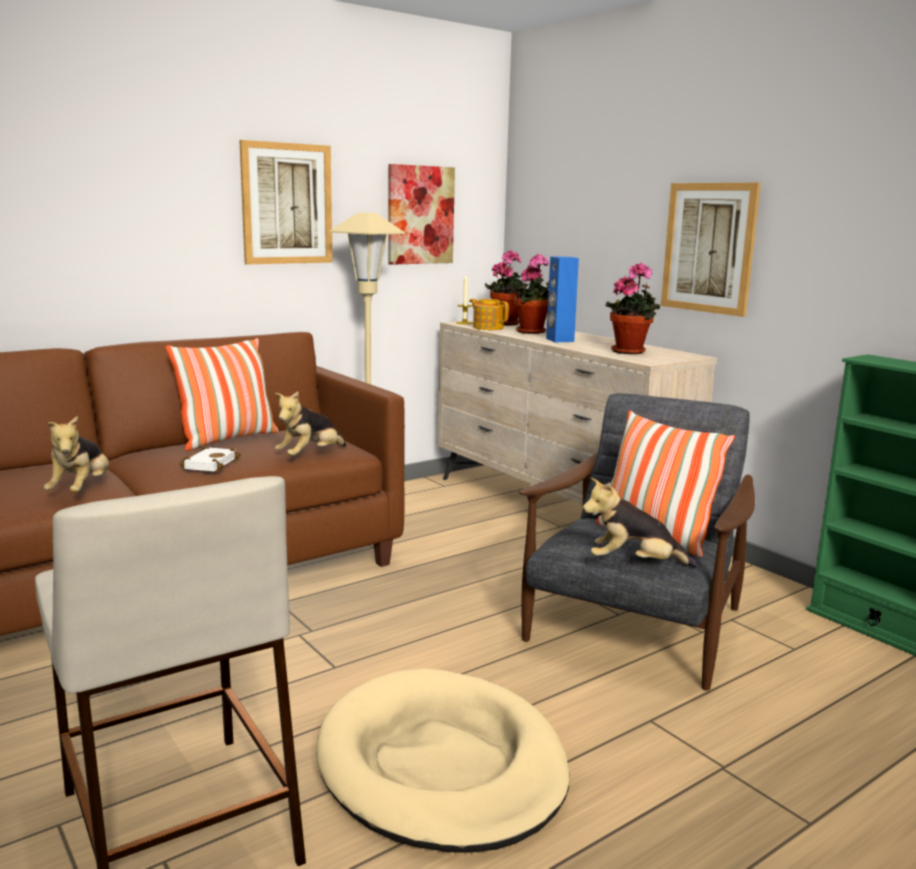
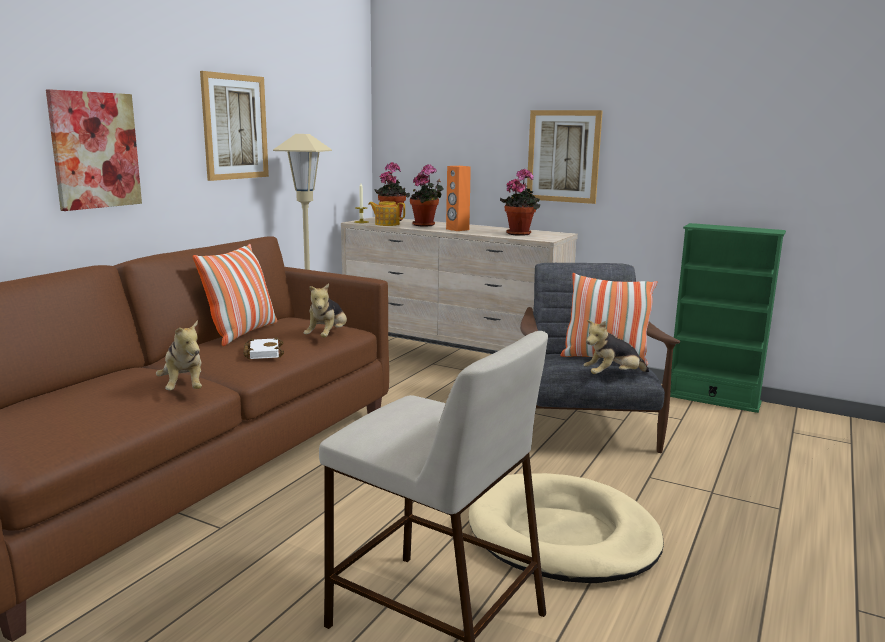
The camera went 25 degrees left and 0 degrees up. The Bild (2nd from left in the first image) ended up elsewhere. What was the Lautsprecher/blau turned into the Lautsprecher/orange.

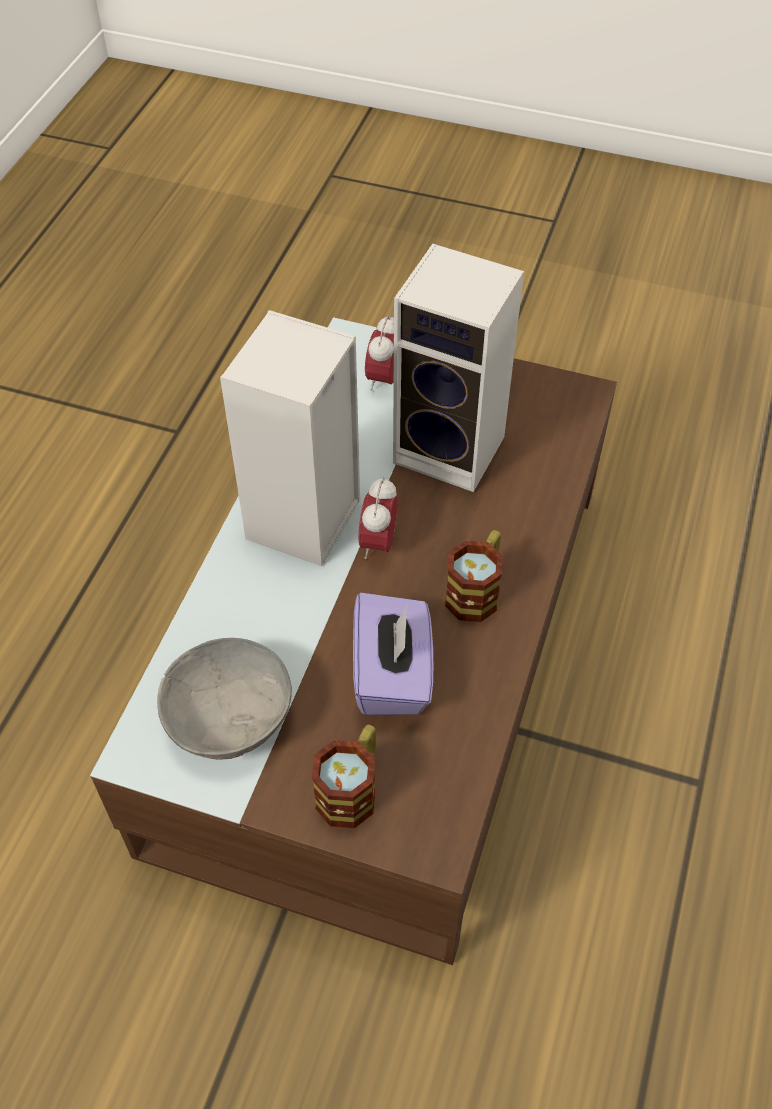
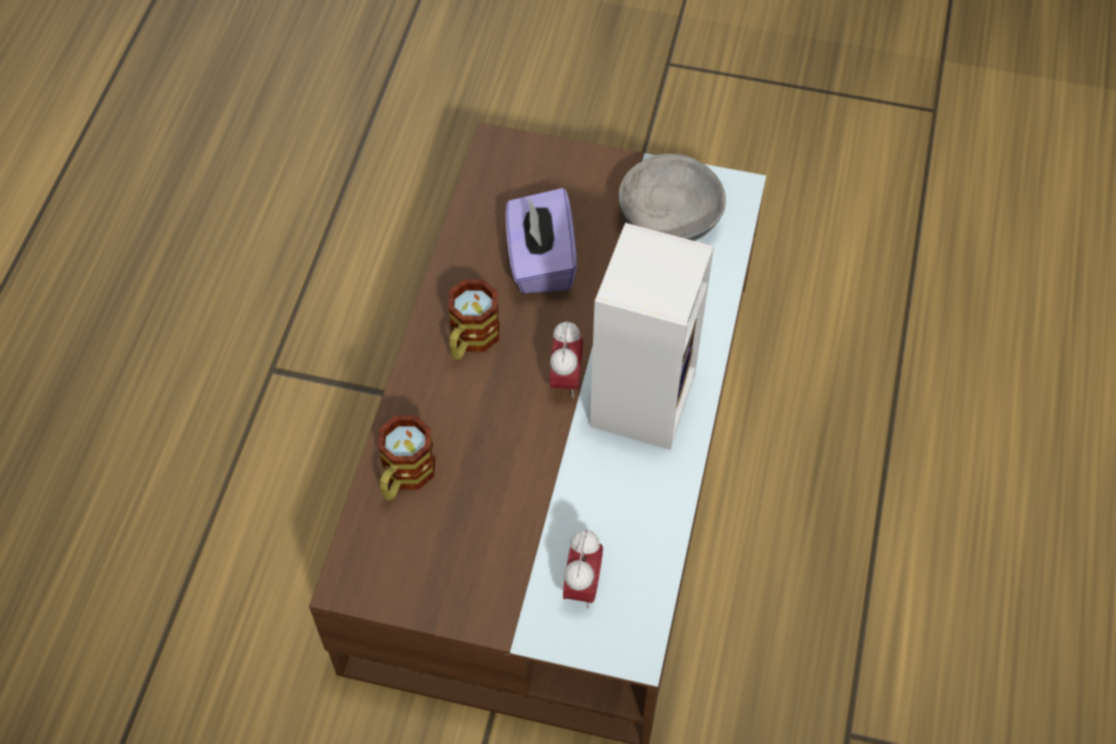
The camera went 175 degrees right and 5 degrees up. The second view lost the Lautsprecher (2nd from left). The Henkelbecher (1st from left) ended up elsewhere.

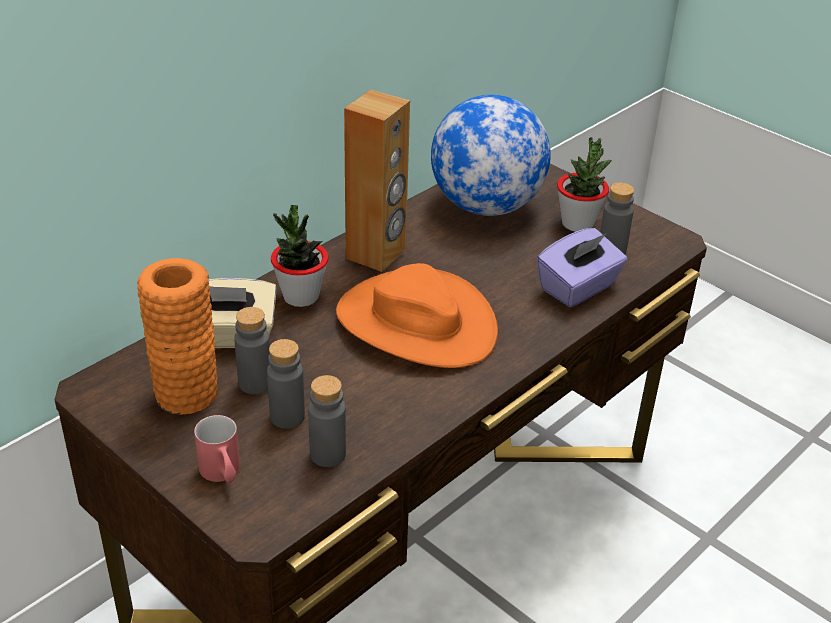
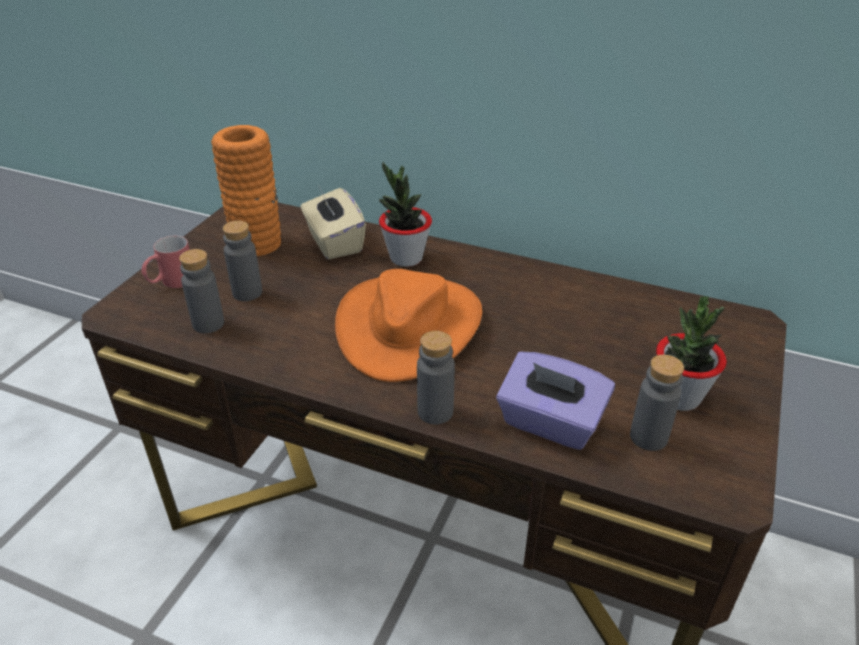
The camera went 70 degrees right and 0 degrees up. The second view lost the Lautsprecher/braun. The second view lost the Globus. The Flasche/grau (1st from left in the first image) ended up elsewhere.

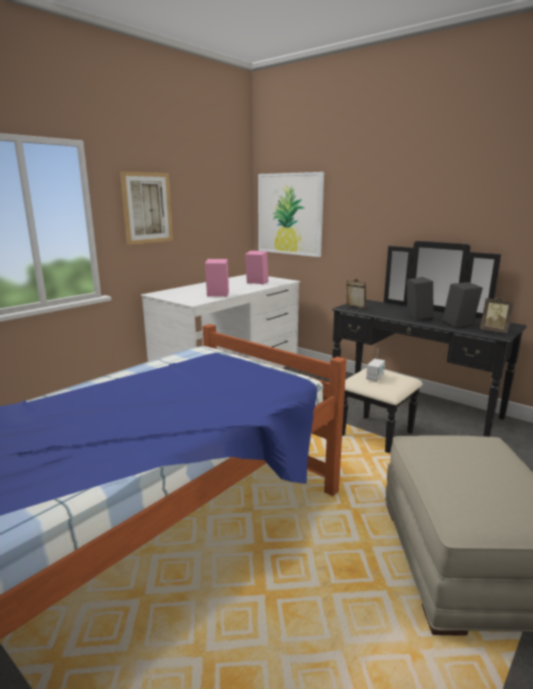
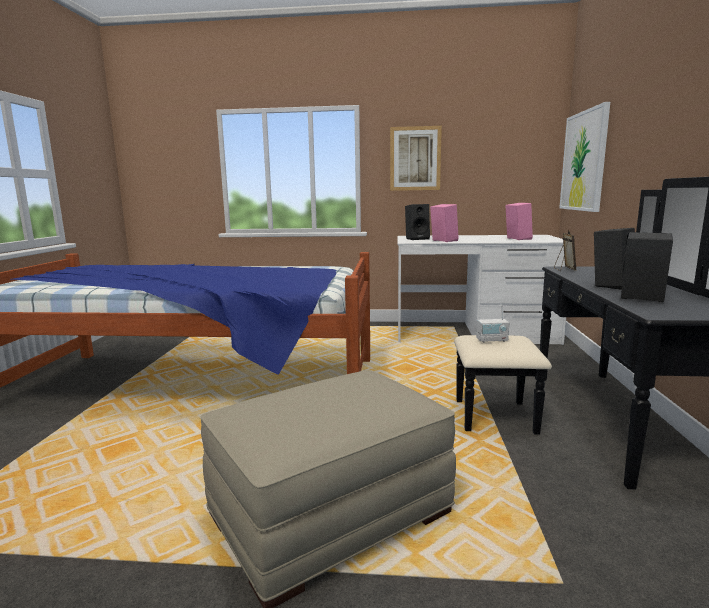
The camera went 55 degrees right and 5 degrees down. The second view lost the Bilderrahmen (2nd from left). The second view gained the Lautsprecher/schwarz (1st from left).

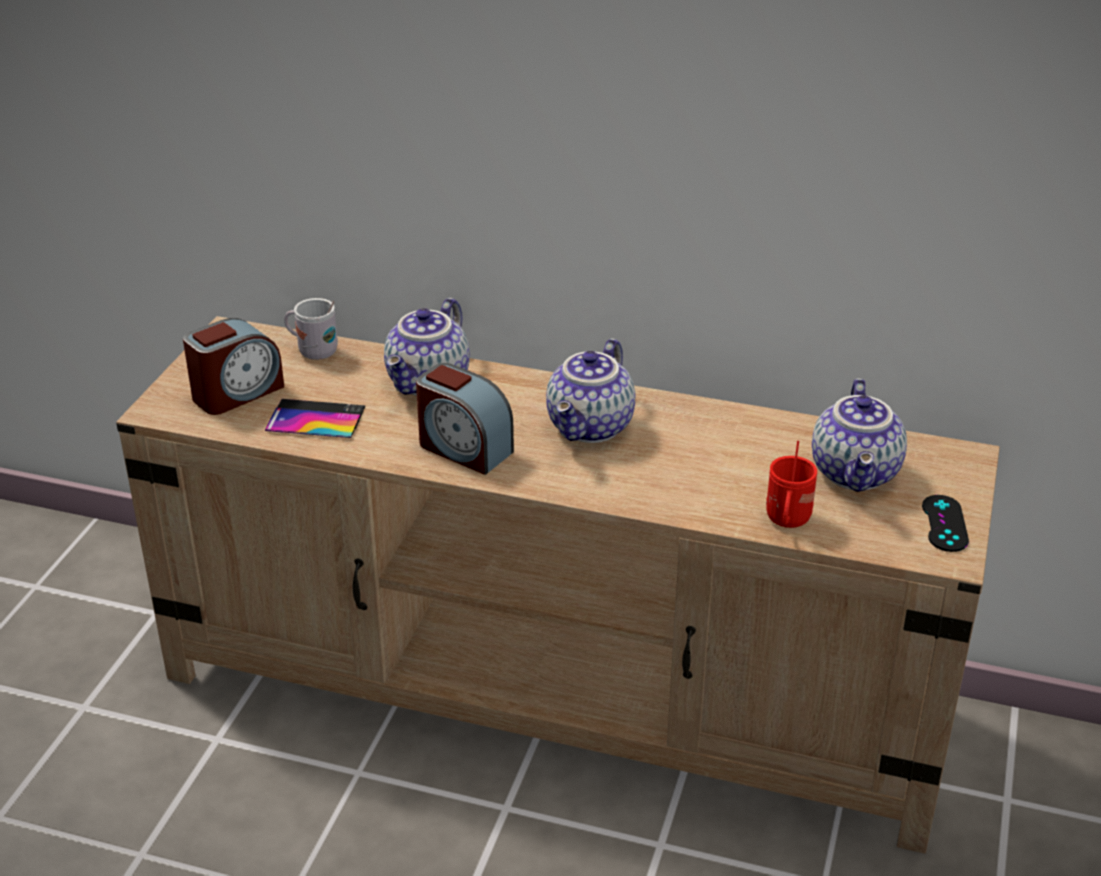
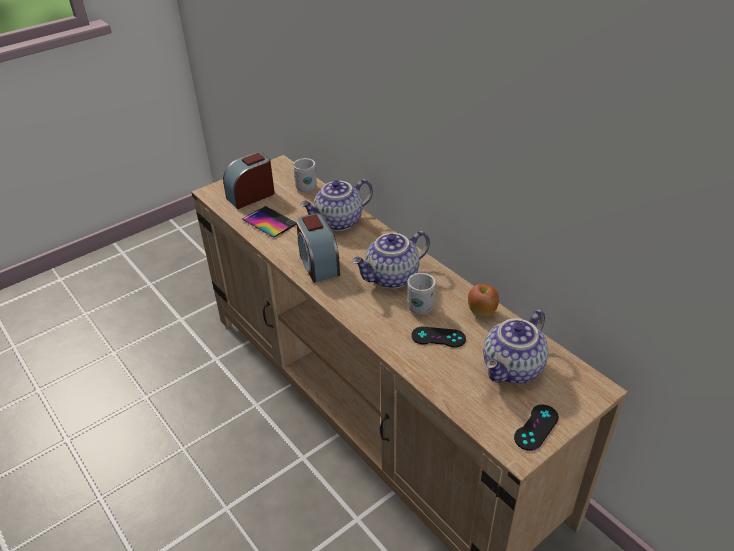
The camera went 35 degrees right and 5 degrees up. The Wecker (1st from left) ended up facing another way, 150 degrees clockwise from before. The second view lost the Henkelbecher/rot. The second view gained the Henkelbecher/weiß (2nd from left). The second view gained the Apfel. The second view gained the Gamepad/schwarz (1st from left).

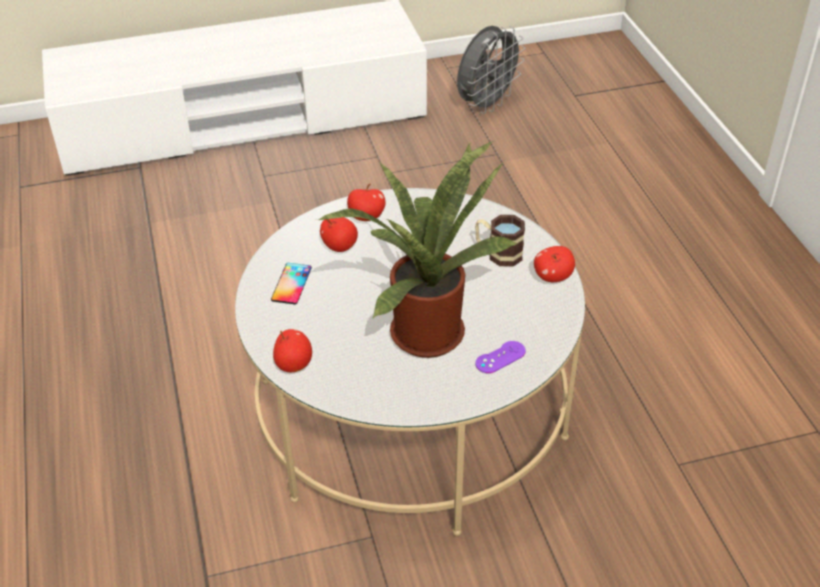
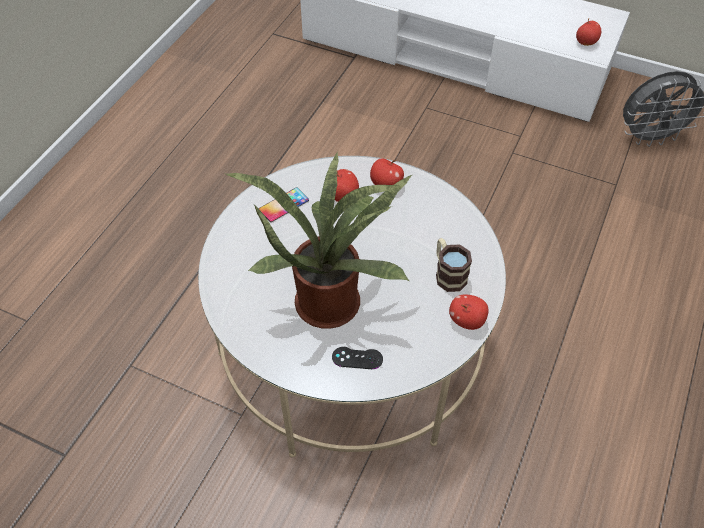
The camera went 40 degrees right and 10 degrees up. The Apfel (1st from left in the first image) ended up elsewhere. What was the Gamepad/lila turned into the Gamepad/schwarz.

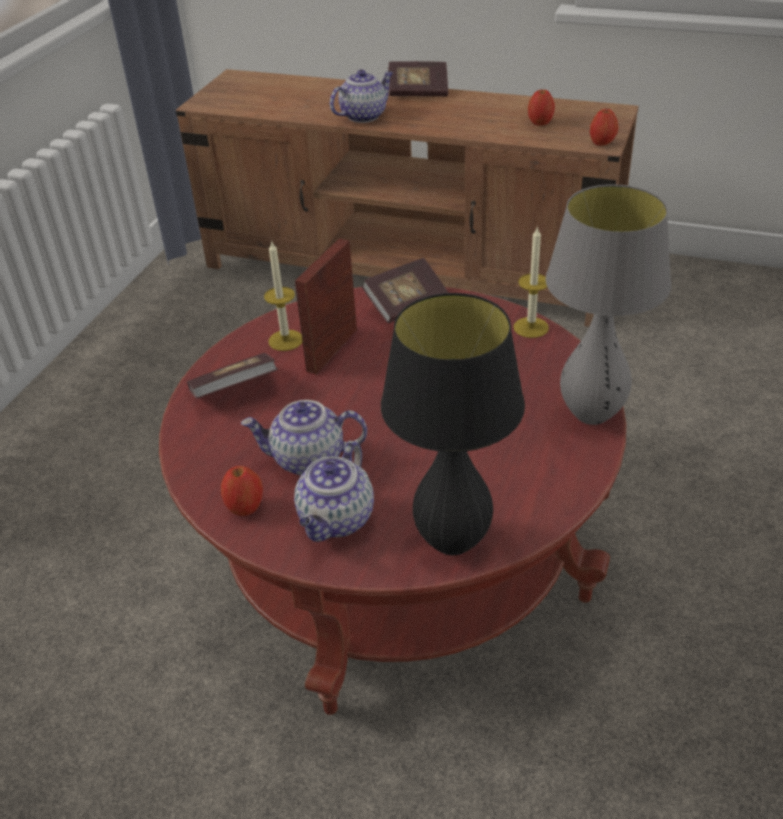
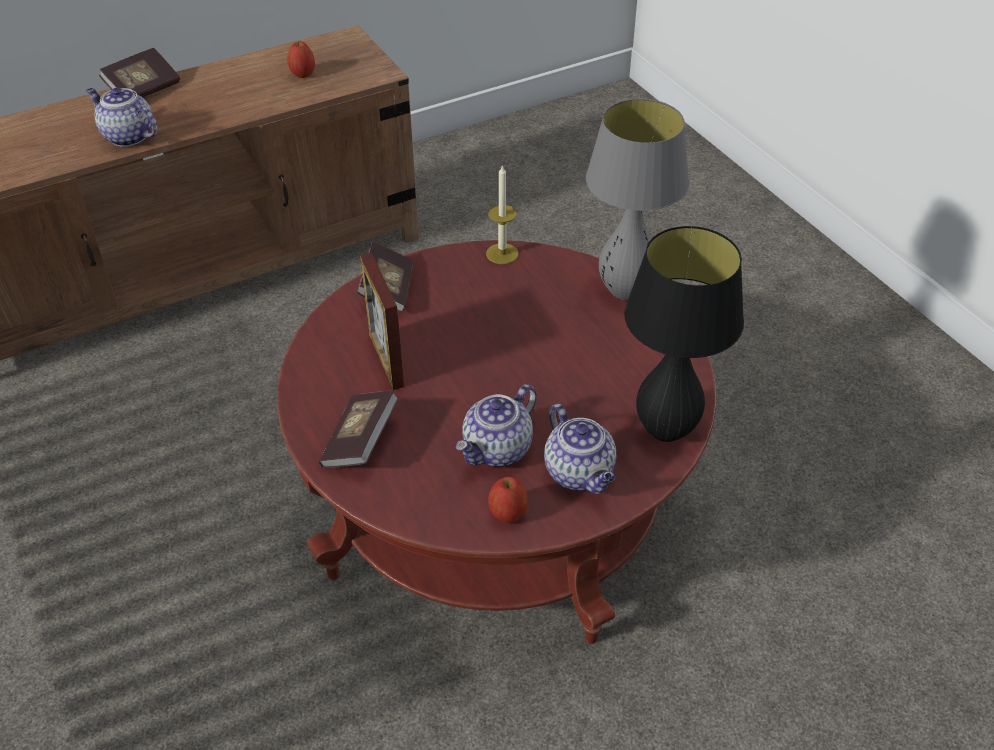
The camera went 50 degrees left and 5 degrees up. The Teekanne (3rd from left in the first image) ended up facing another way, 60 degrees counterclockwise from before. The second view lost the Apfel (3rd from left). The second view lost the Kerze (1st from left).

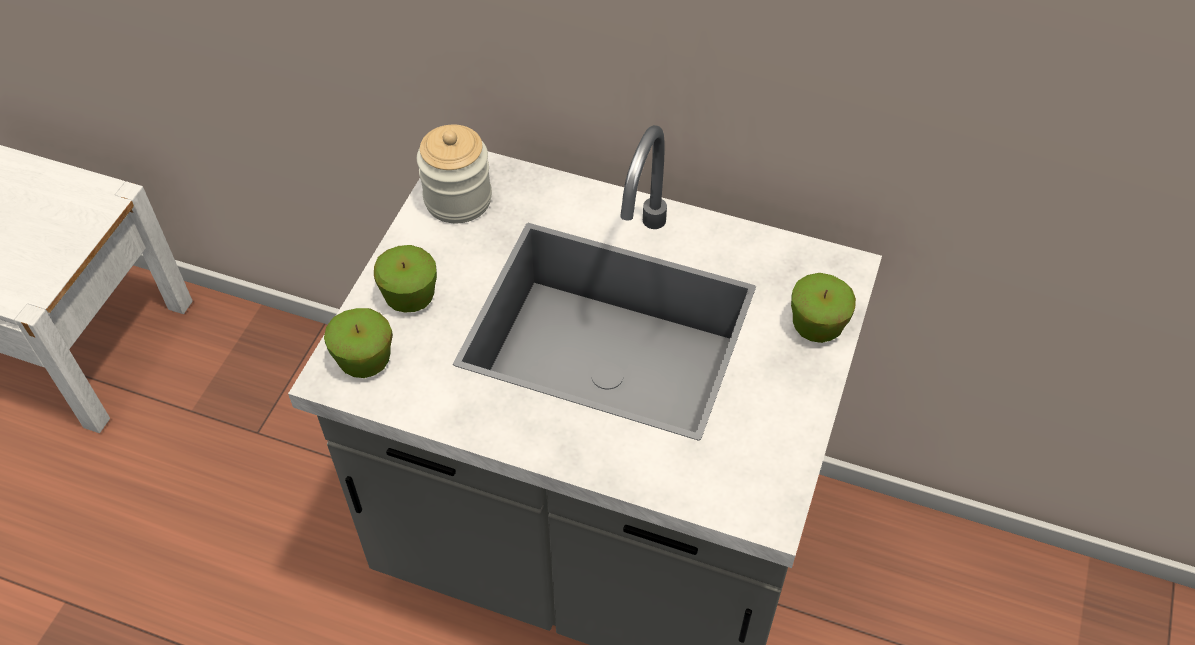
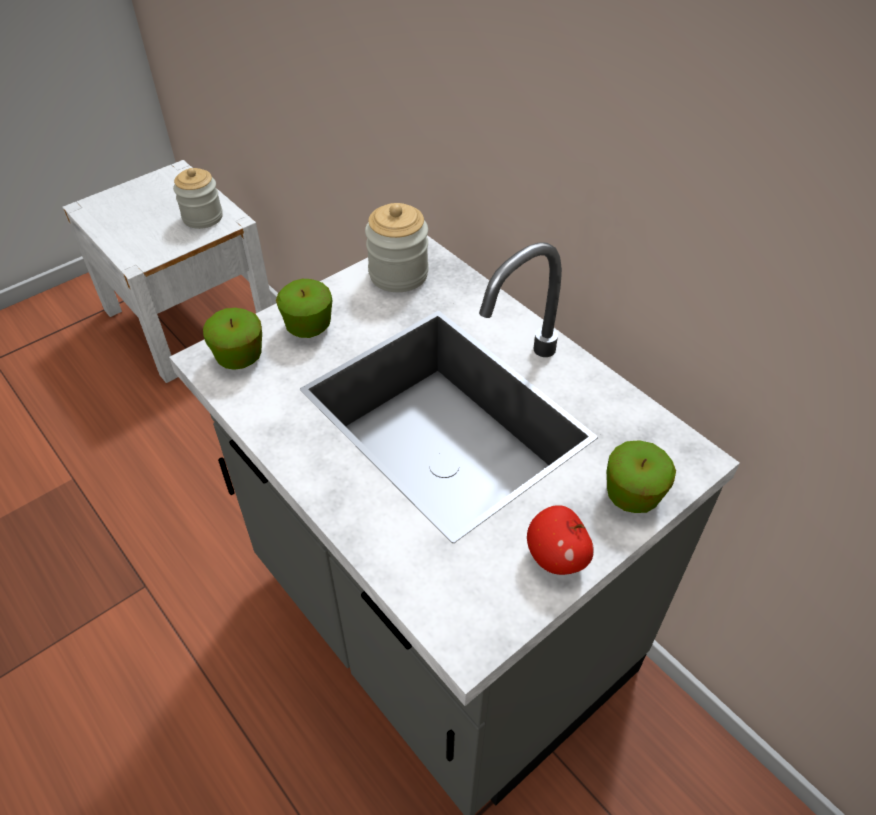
The camera went 30 degrees right and 5 degrees down. The second view gained the Vorratsglas (1st from left). The second view gained the Apfel (3rd from left).

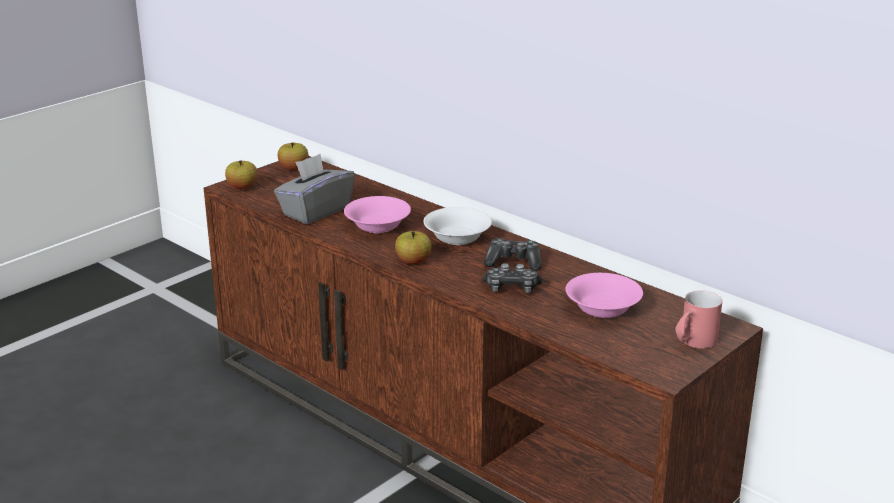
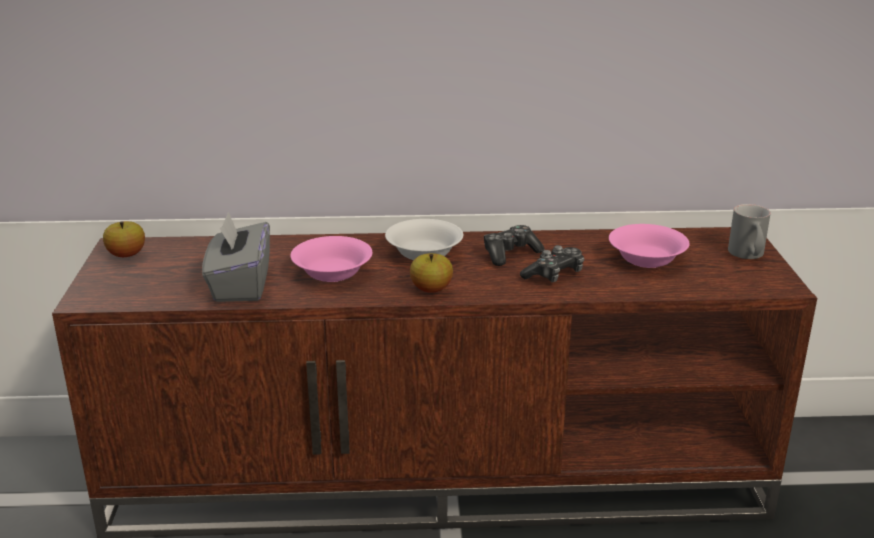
The camera went 45 degrees left and 0 degrees up. The second view lost the Apfel (1st from left). What was the Henkelbecher/rot turned into the Henkelbecher/grau.

